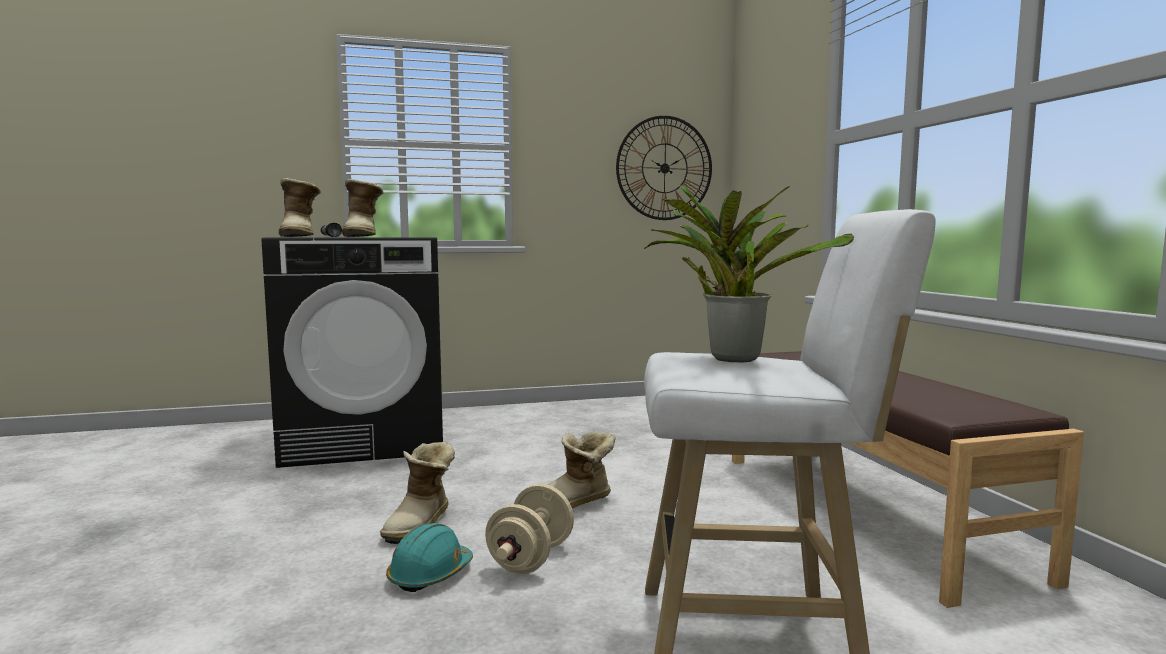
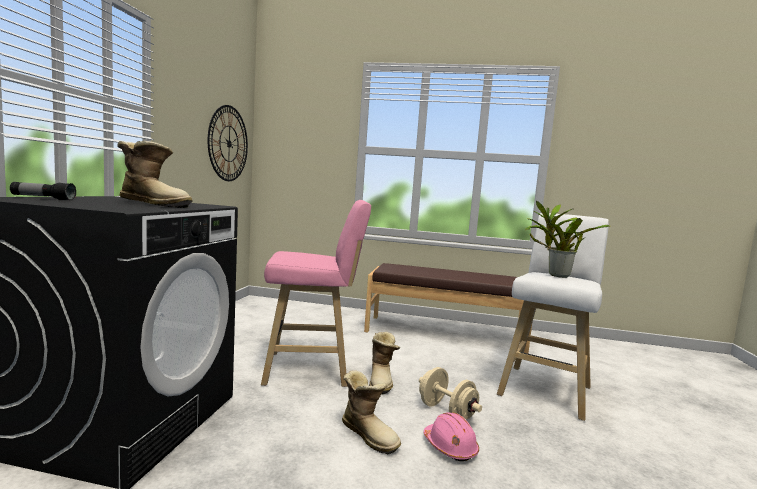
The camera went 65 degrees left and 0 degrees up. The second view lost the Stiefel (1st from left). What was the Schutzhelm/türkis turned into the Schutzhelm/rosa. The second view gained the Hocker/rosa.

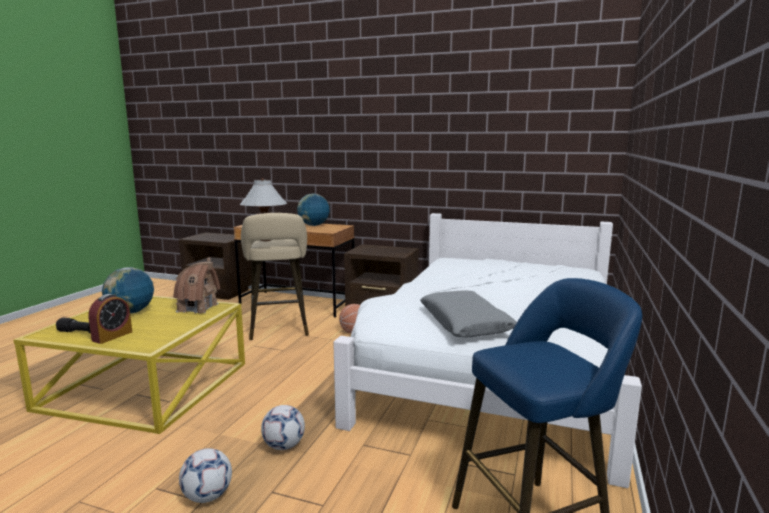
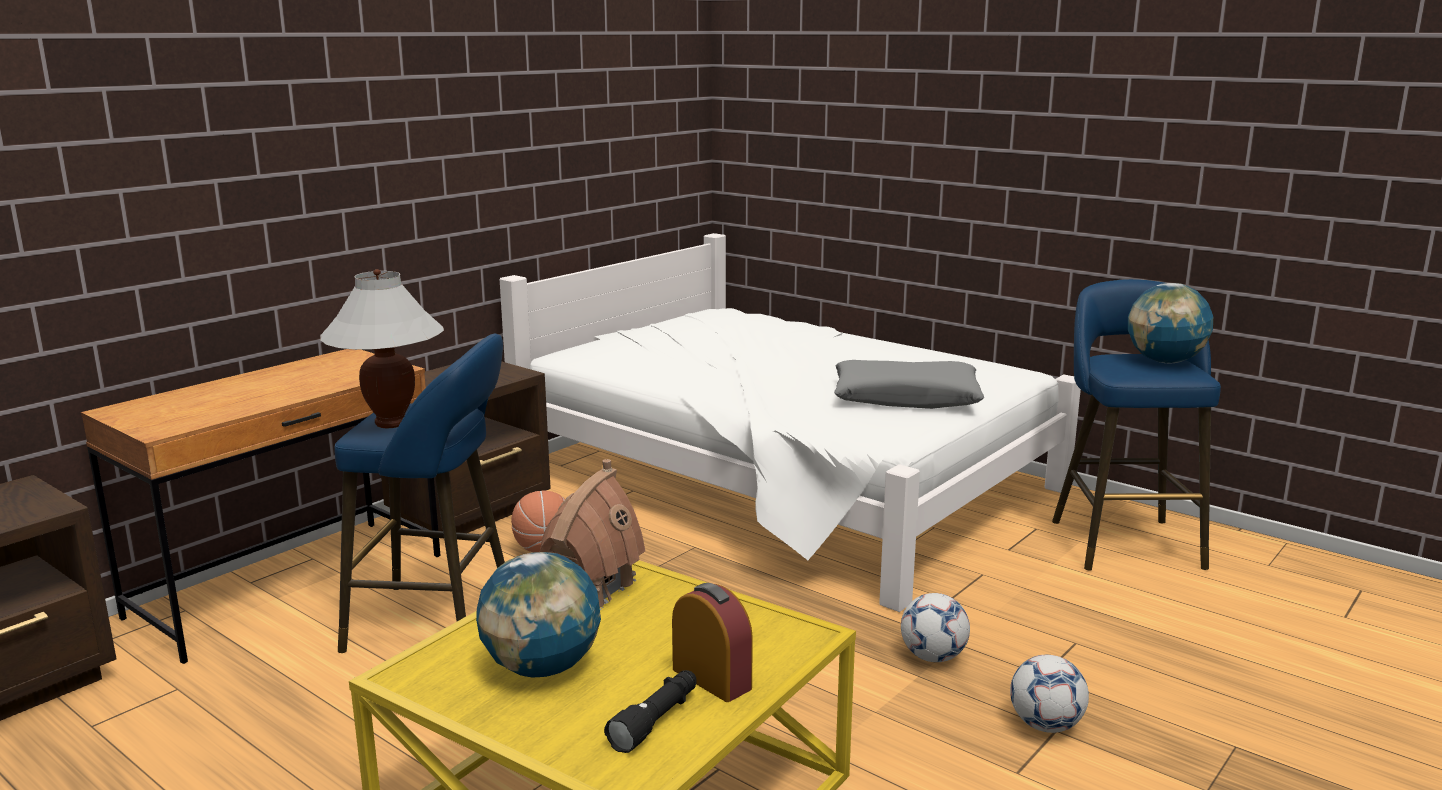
The camera went 70 degrees left and 5 degrees up. The Globus (2nd from left) ended up elsewhere. What was the Hocker/beige turned into the Hocker/blau (1st from left).

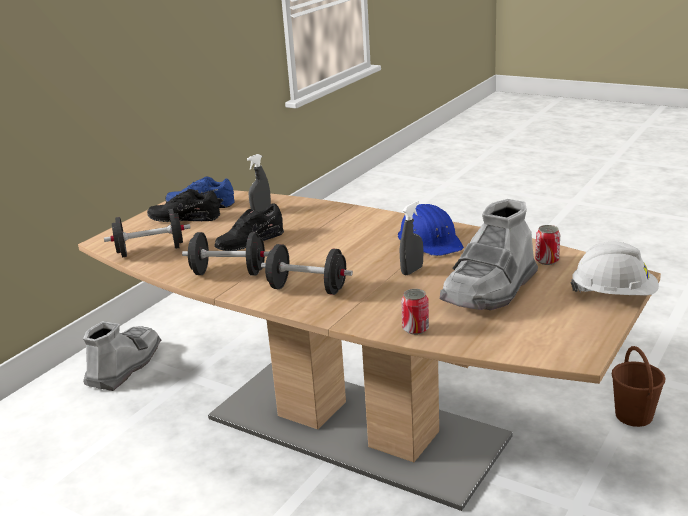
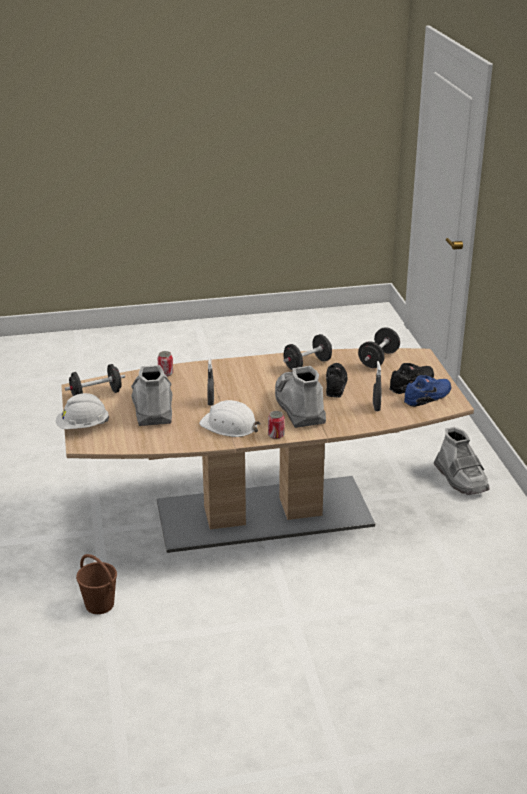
The camera went 135 degrees right and 5 degrees up. What was the Schutzhelm/blau turned into the Schutzhelm/weiß (2nd from left). The Dose (2nd from left) ended up elsewhere. The Hantel/schwarz (3rd from left in the first image) ended up elsewhere. The second view gained the Stiefel/grau (2nd from left).

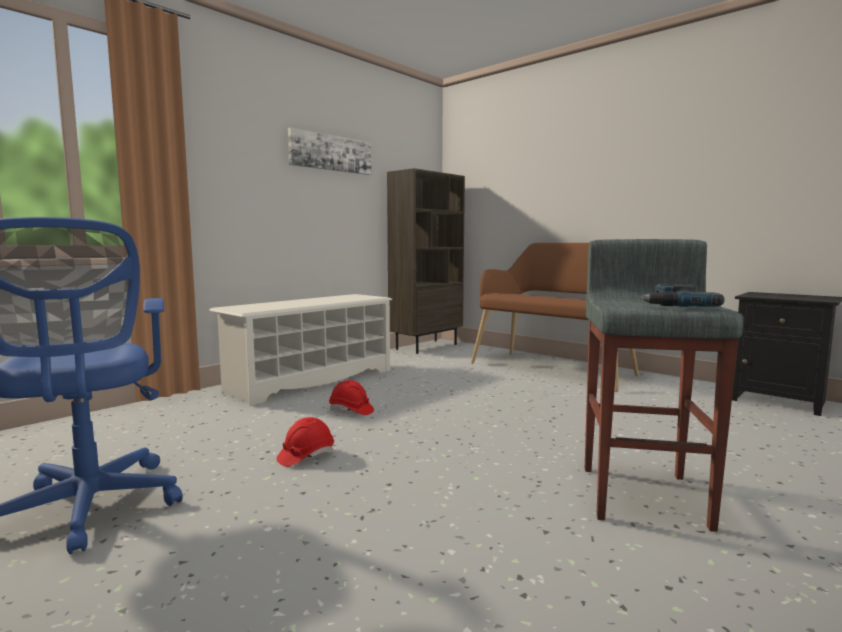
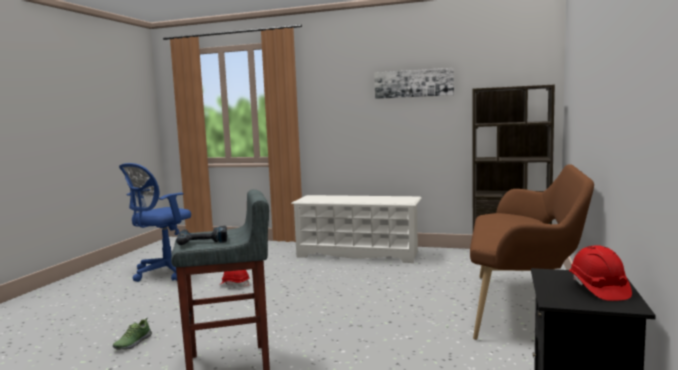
The camera went 65 degrees right and 0 degrees up. The Schutzhelm/rot (2nd from left) ended up elsewhere. The second view gained the Schuh.

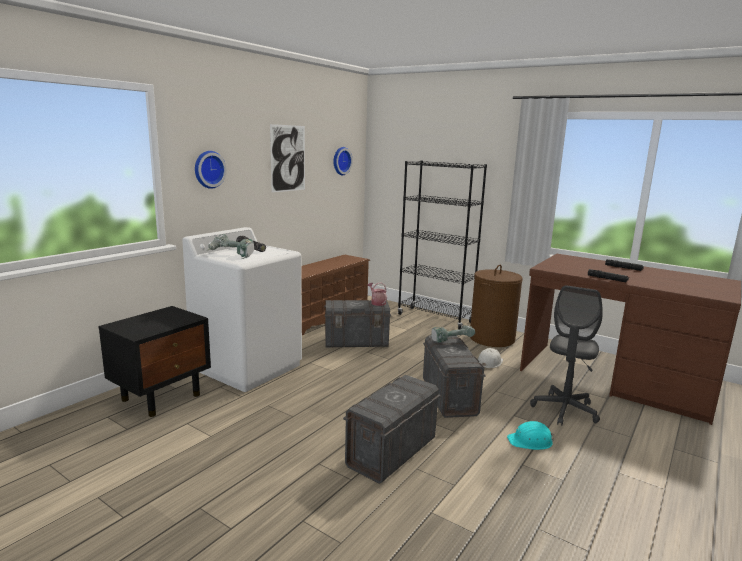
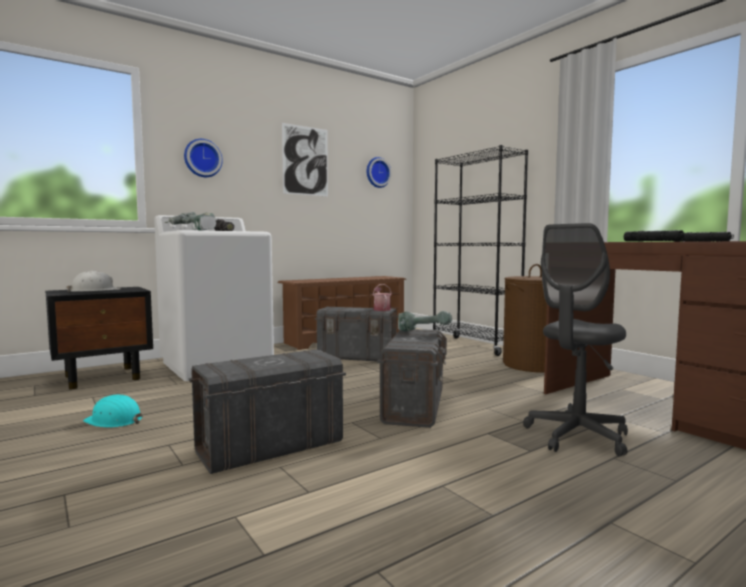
The camera went 20 degrees right and 10 degrees down. The Schutzhelm/weiß ended up elsewhere. The Schutzhelm/türkis ended up elsewhere.

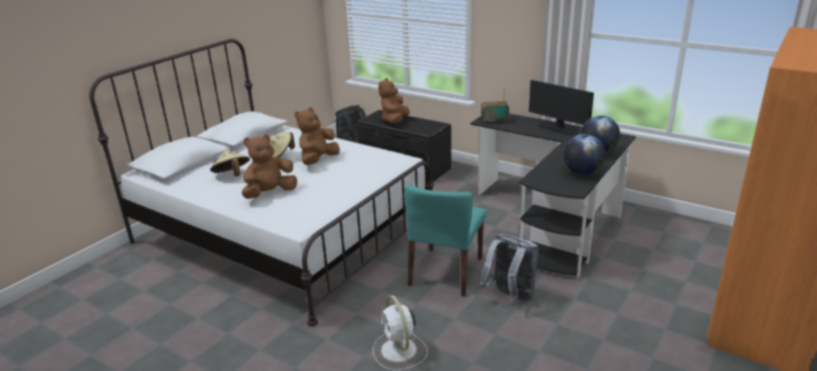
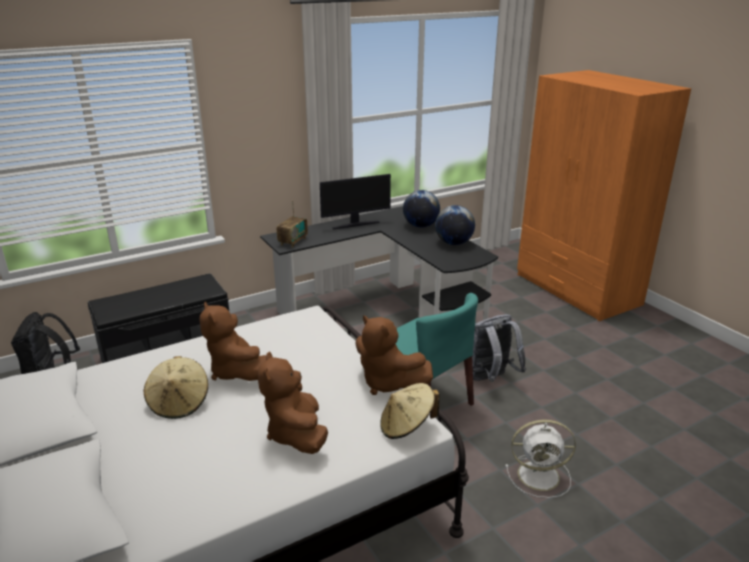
The camera went 65 degrees left and 0 degrees up. The Plüschtier/braun (3rd from left) ended up elsewhere. The Hut/beige (1st from left in the first image) ended up elsewhere.

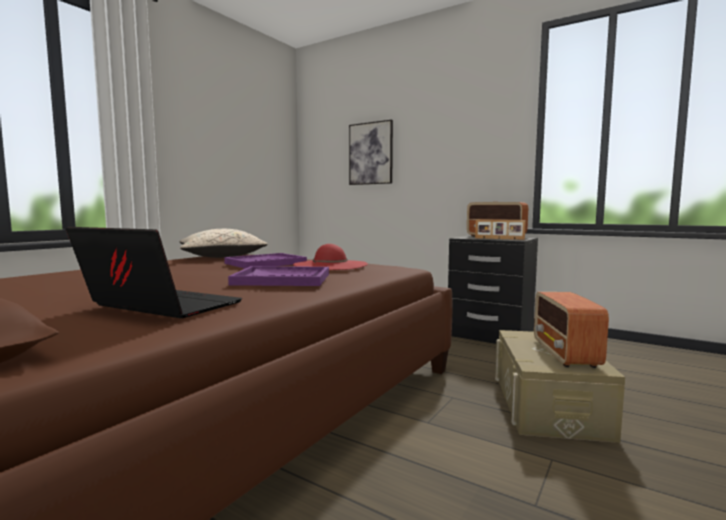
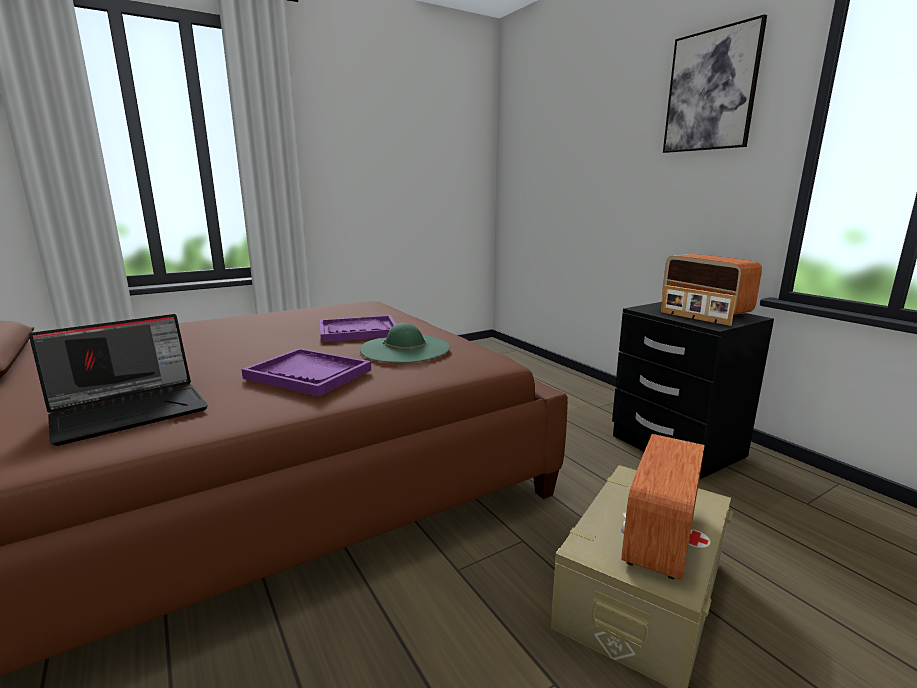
The camera went 25 degrees right and 10 degrees up. The Bild ended up elsewhere. The Laptop ended up facing another way, 90 degrees clockwise from before. The second view lost the Kissen/beige. What was the Hut/rot turned into the Hut/grün.

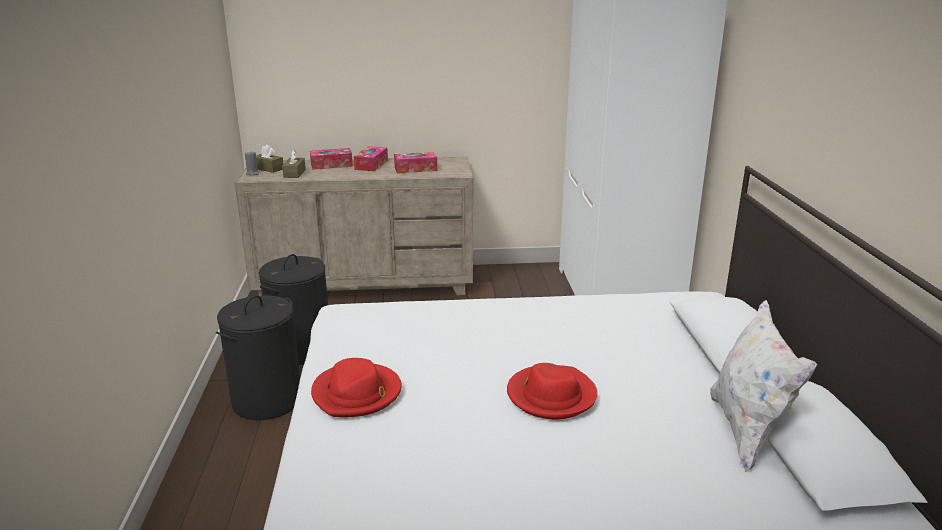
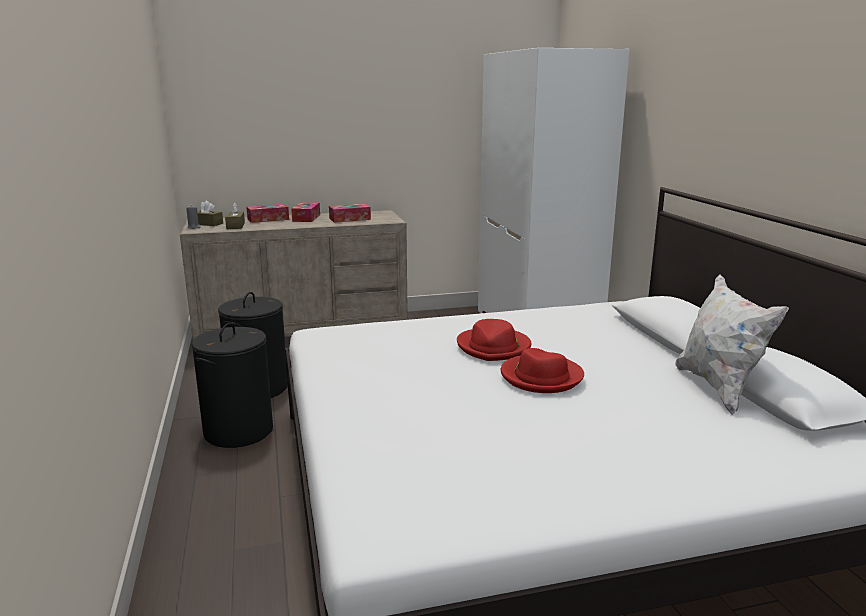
The camera went 10 degrees left and 5 degrees down. The Hut/rot (1st from left) ended up elsewhere.

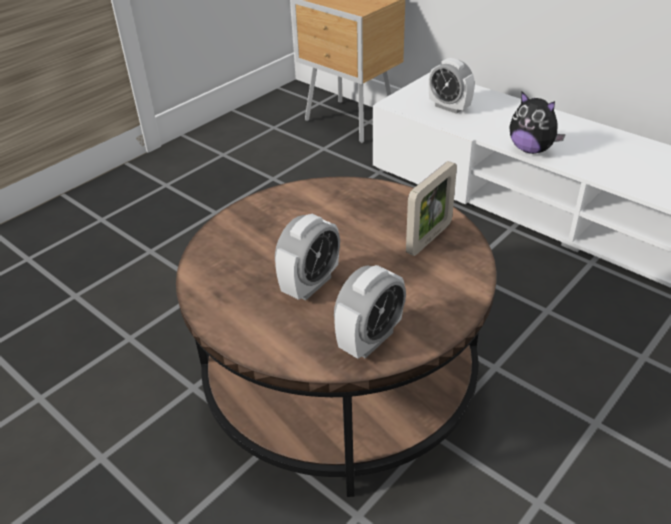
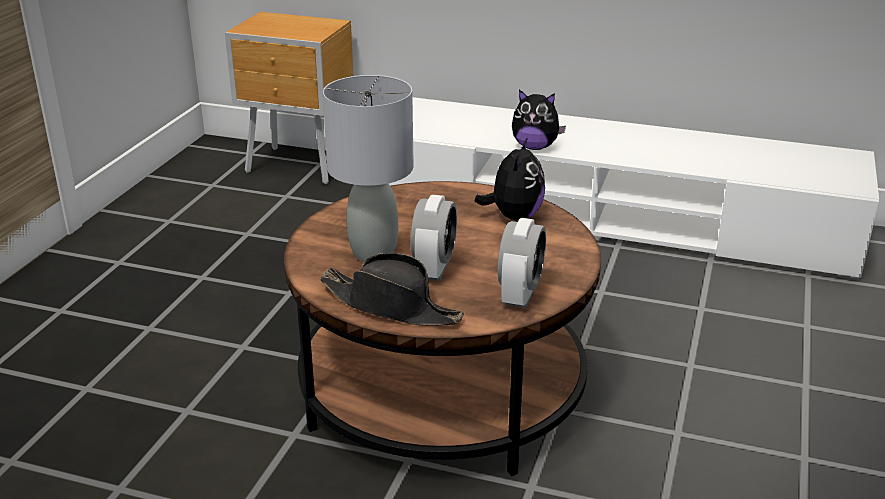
The camera went 25 degrees left and 10 degrees down. The second view lost the Wecker (3rd from left). Where the Bilderrahmen stood, the Plüschtier (1st from left) came to stand. The second view gained the Tischlampe/grau. The second view gained the Hut/schwarz.

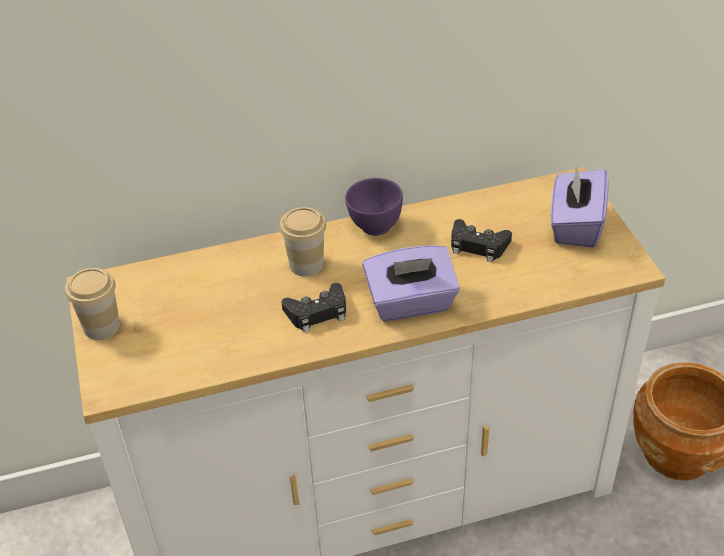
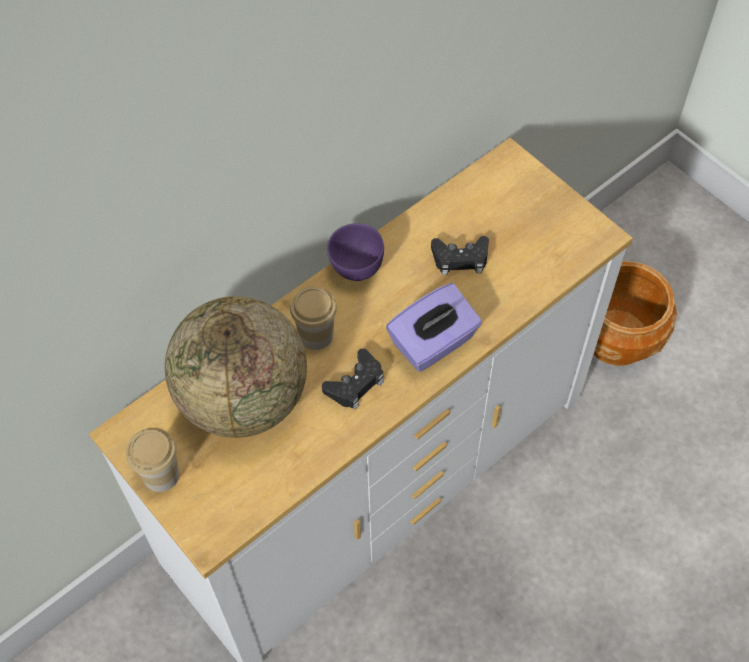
The camera went 25 degrees left and 15 degrees up. The second view lost the Taschentuchbox/lila (2nd from left). The second view gained the Globus.

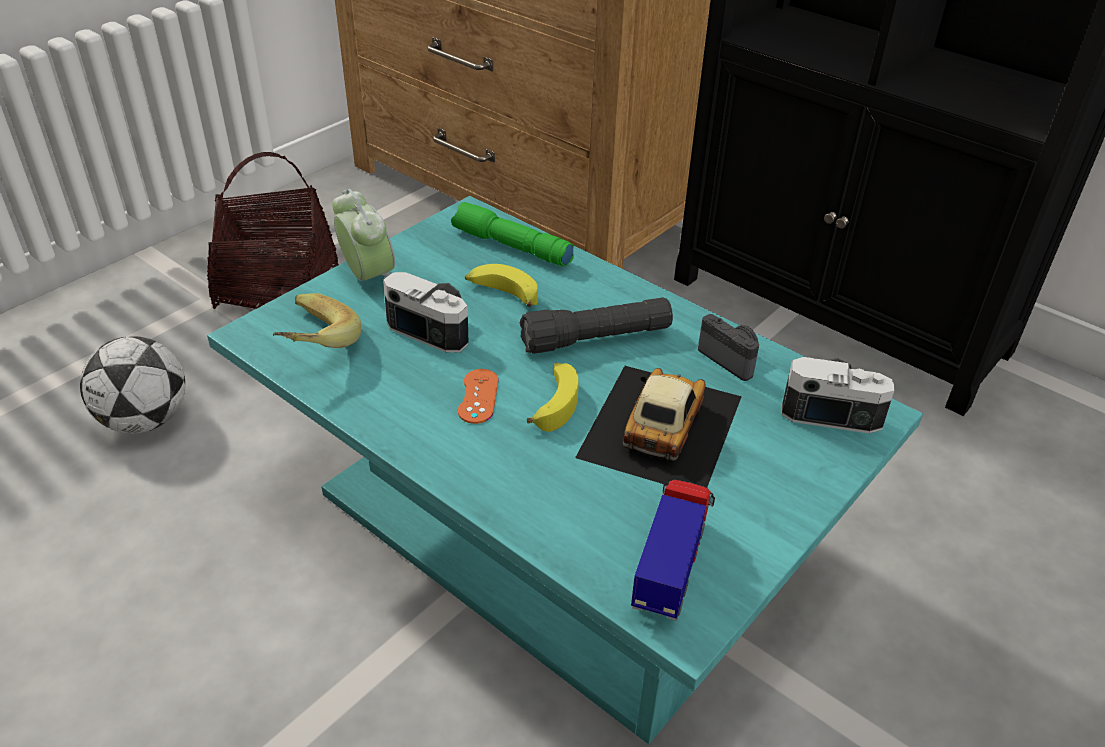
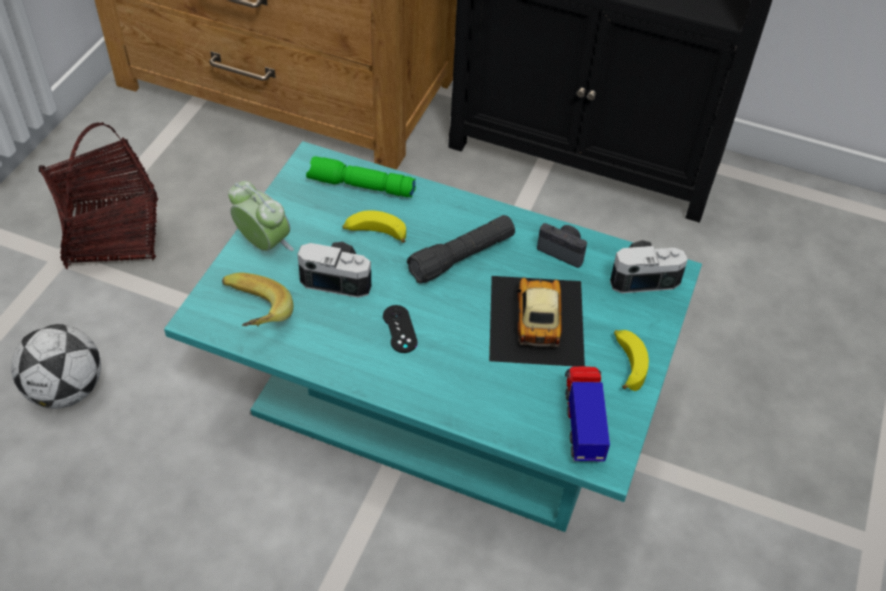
The camera went 20 degrees left and 10 degrees up. The Banane (3rd from left) ended up elsewhere. What was the Gamepad/orange turned into the Gamepad/schwarz.

